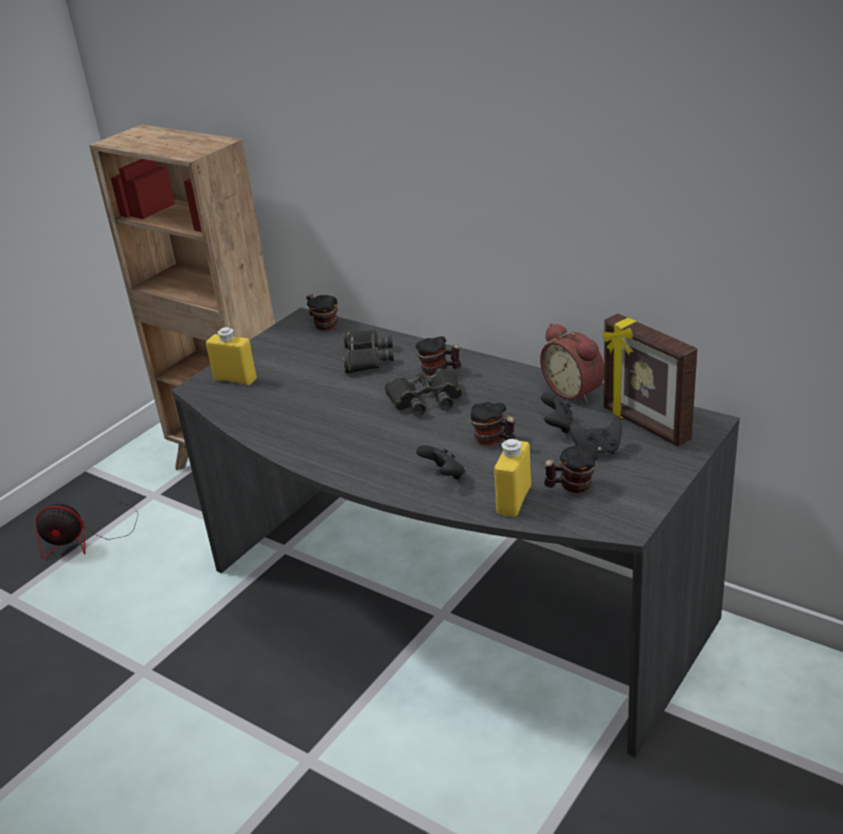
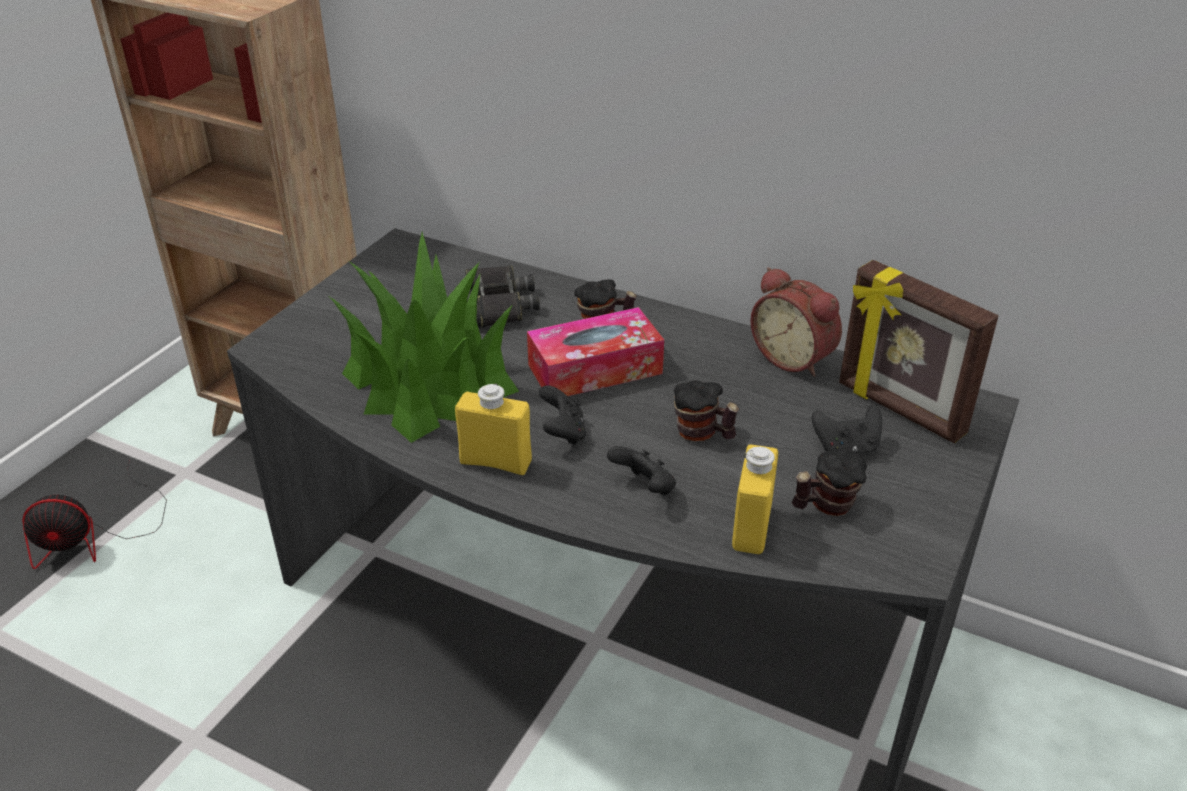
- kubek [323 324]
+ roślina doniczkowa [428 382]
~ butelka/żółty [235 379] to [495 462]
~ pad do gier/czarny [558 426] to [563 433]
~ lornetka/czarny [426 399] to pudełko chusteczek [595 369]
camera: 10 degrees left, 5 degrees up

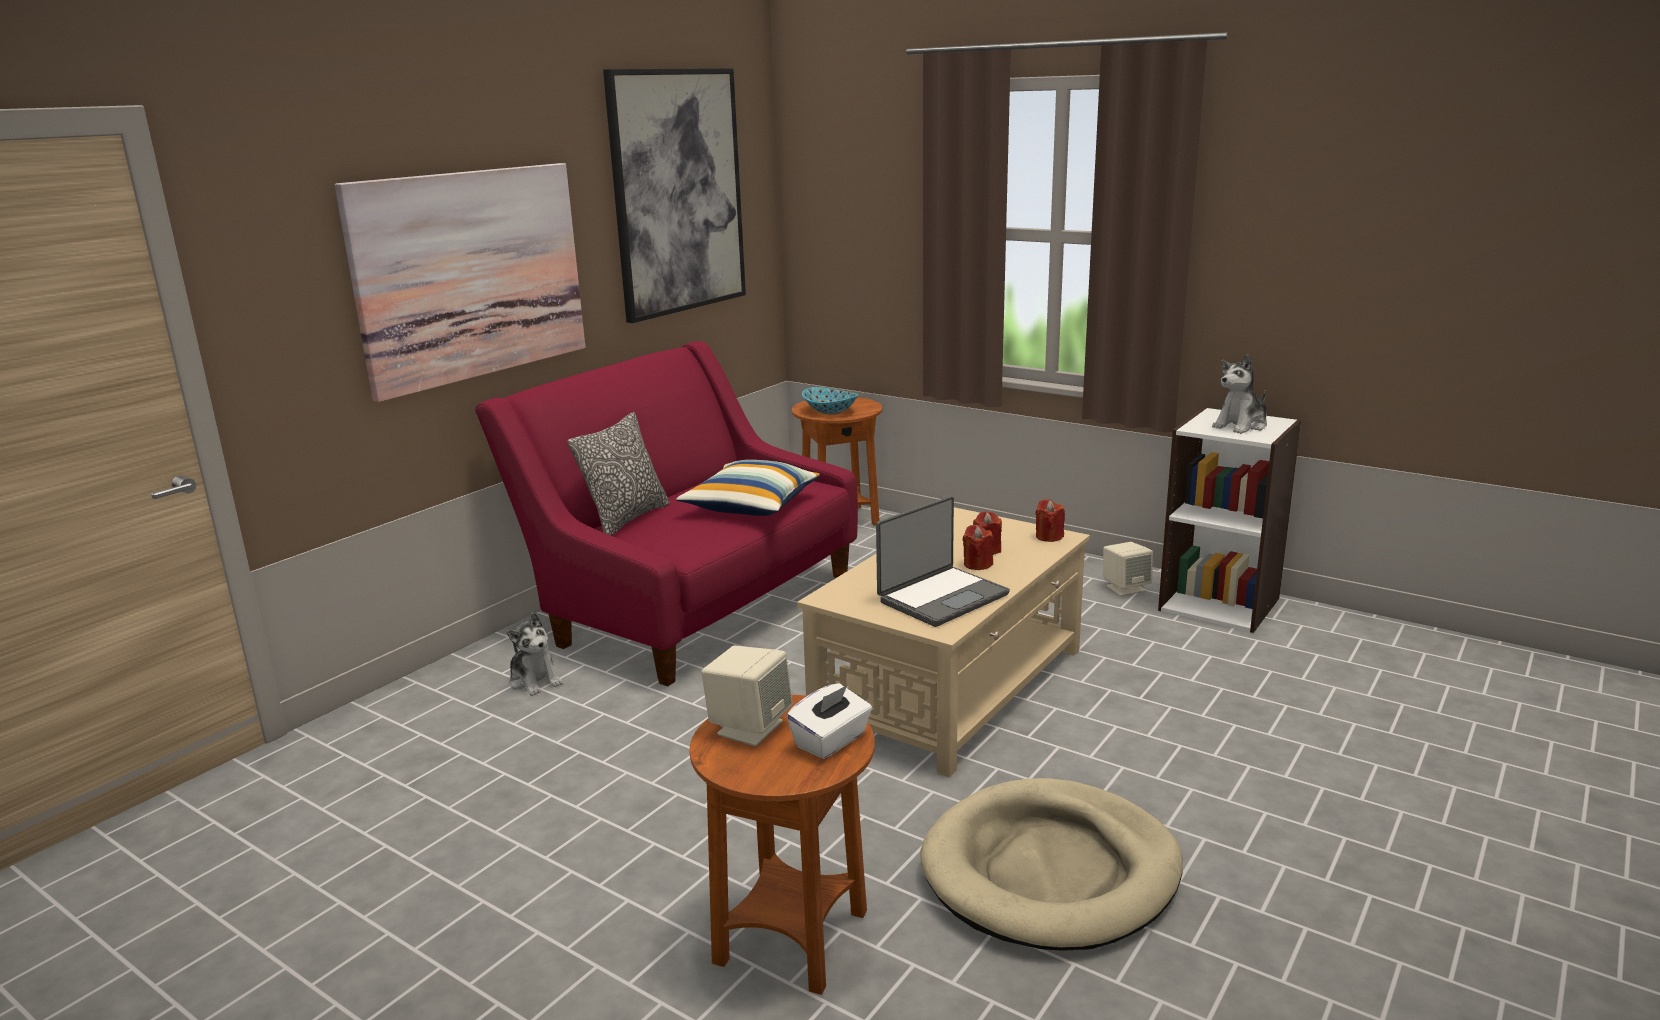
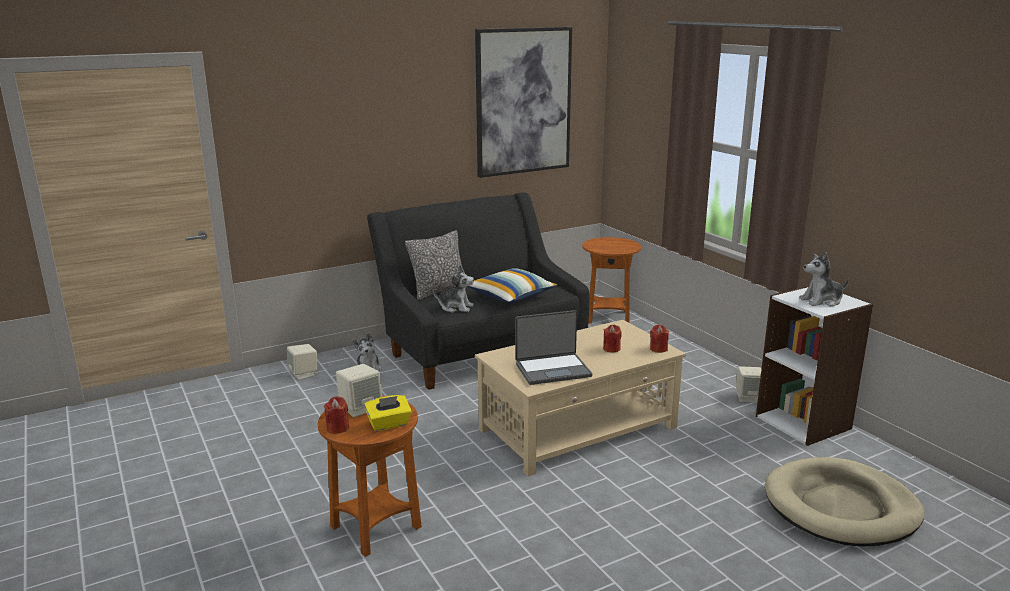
- obraz [471 275]
- miska [830 411]
+ głośnik/beżowy [303 374]
+ pluszak [456 307]
~ legowisko/beżowy [1051 871] to [841 507]
~ świeca/czerwony [977 564] to [337 428]
~ kanapa/czerwony [694 604] to kanapa/czarny [481 349]
~ pudełko chusteczek/biały [831 741] to pudełko chusteczek/żółty [389 424]
camera: 25 degrees right, 0 degrees up

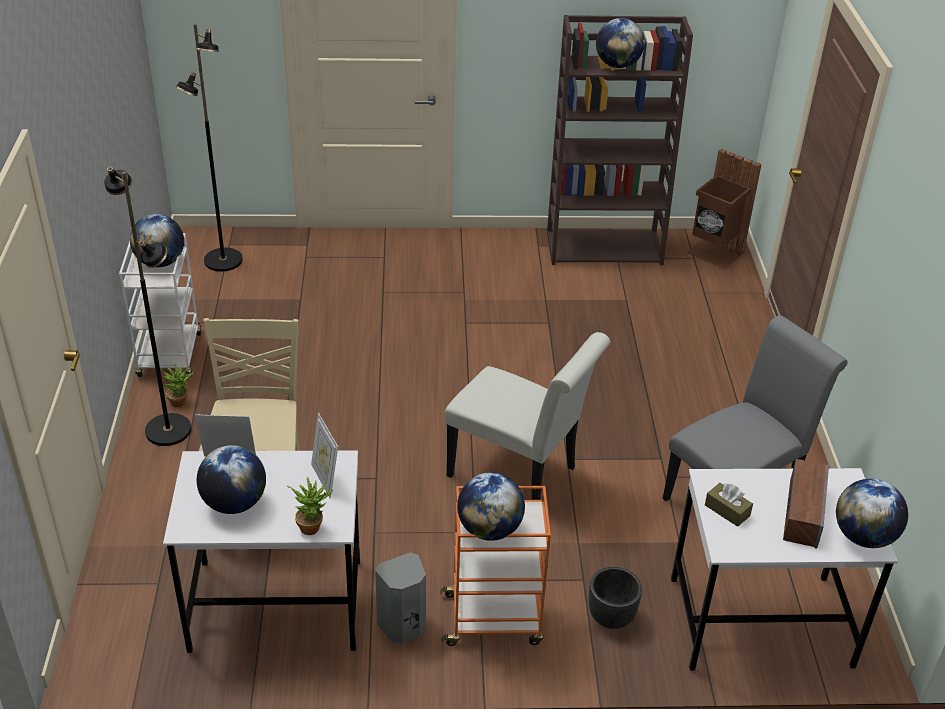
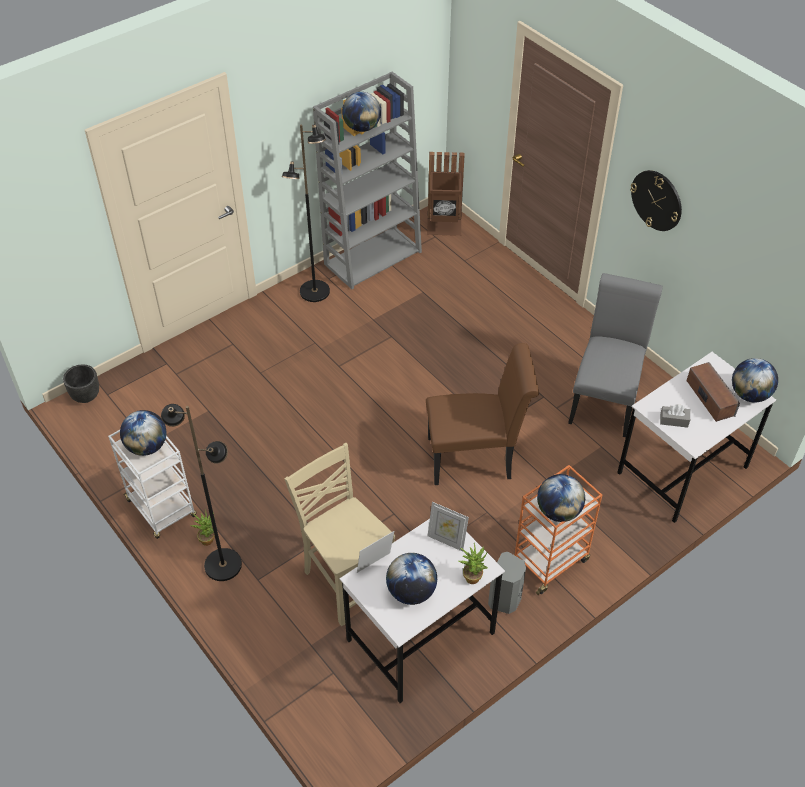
+ zegar ścienny [656 200]
~ lampa stojąca/czarny [222 261] to [315 292]
~ donica/czarny [610 617] to [85 396]
~ krzesło/biały [519 475] to krzesło/brązowy [476 458]
~ regał/brązowy [605 247] to regał/szary [373 257]
~ pudełko chusteczek/brązowy [727 510] to pudełko chusteczek/szary [674 420]
camera: 35 degrees left, 10 degrees up

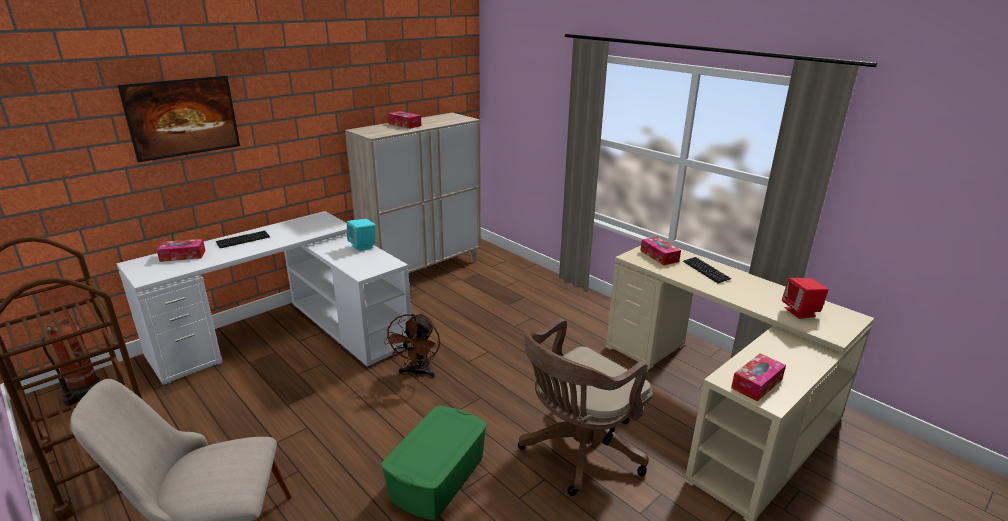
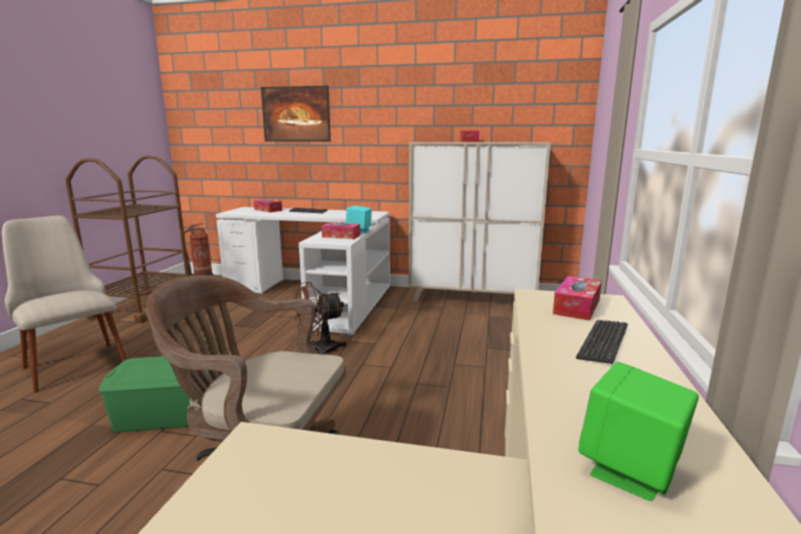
~ pudełko chusteczek [756 383] to [341 236]
~ głośnik/czerwony [800 312] to głośnik/zielony [630 472]
camera: 55 degrees right, 10 degrees down

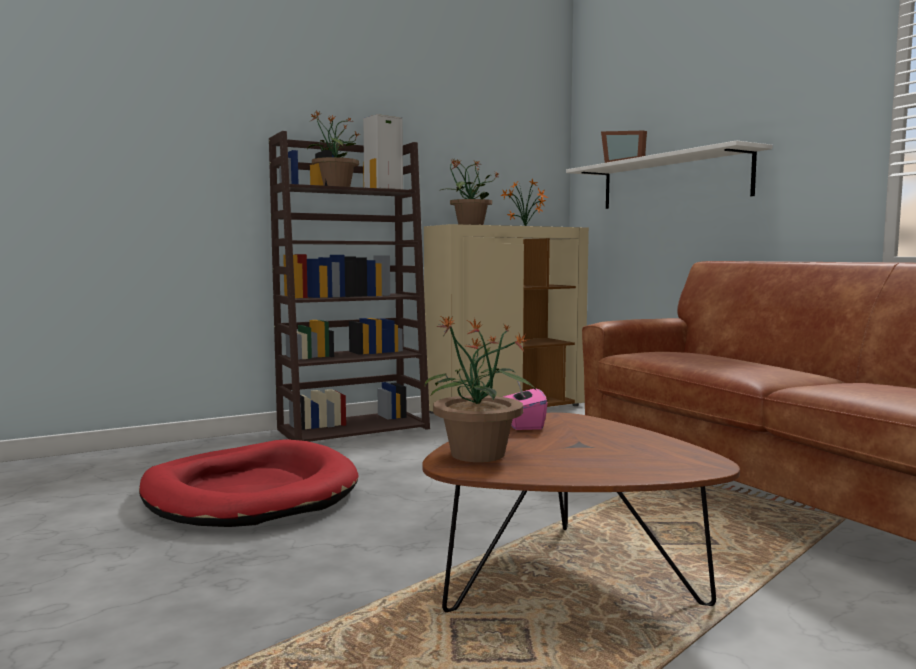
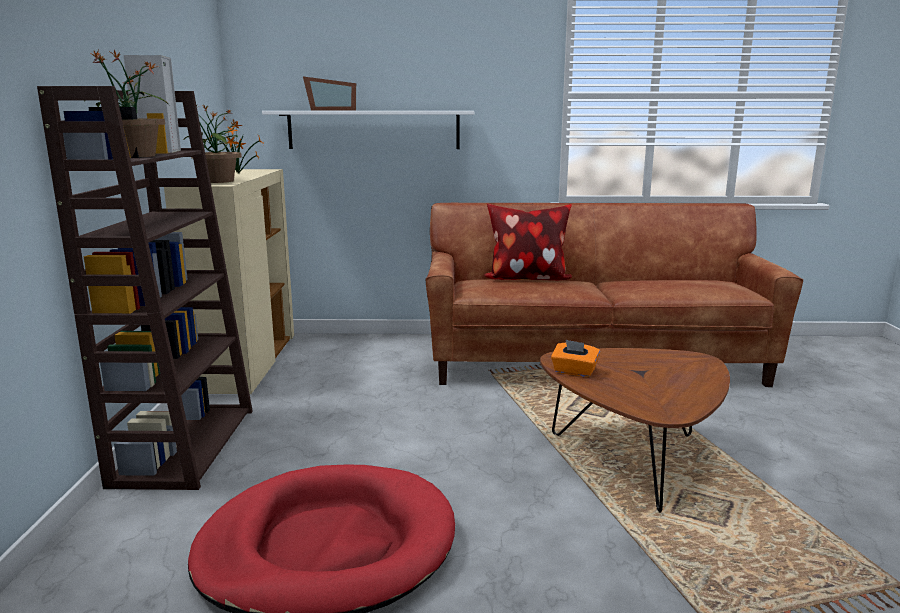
- roślina doniczkowa [478 455]
+ poduszka [526 279]
~ pudełko chusteczek/różowy [523 425] to pudełko chusteczek/pomarańczowy [574 372]
camera: 60 degrees left, 10 degrees up

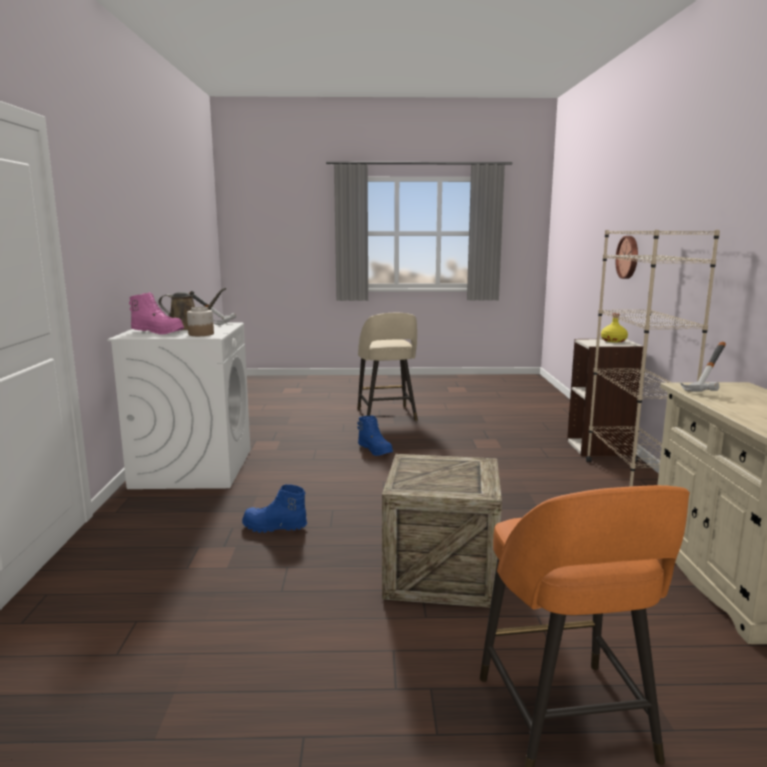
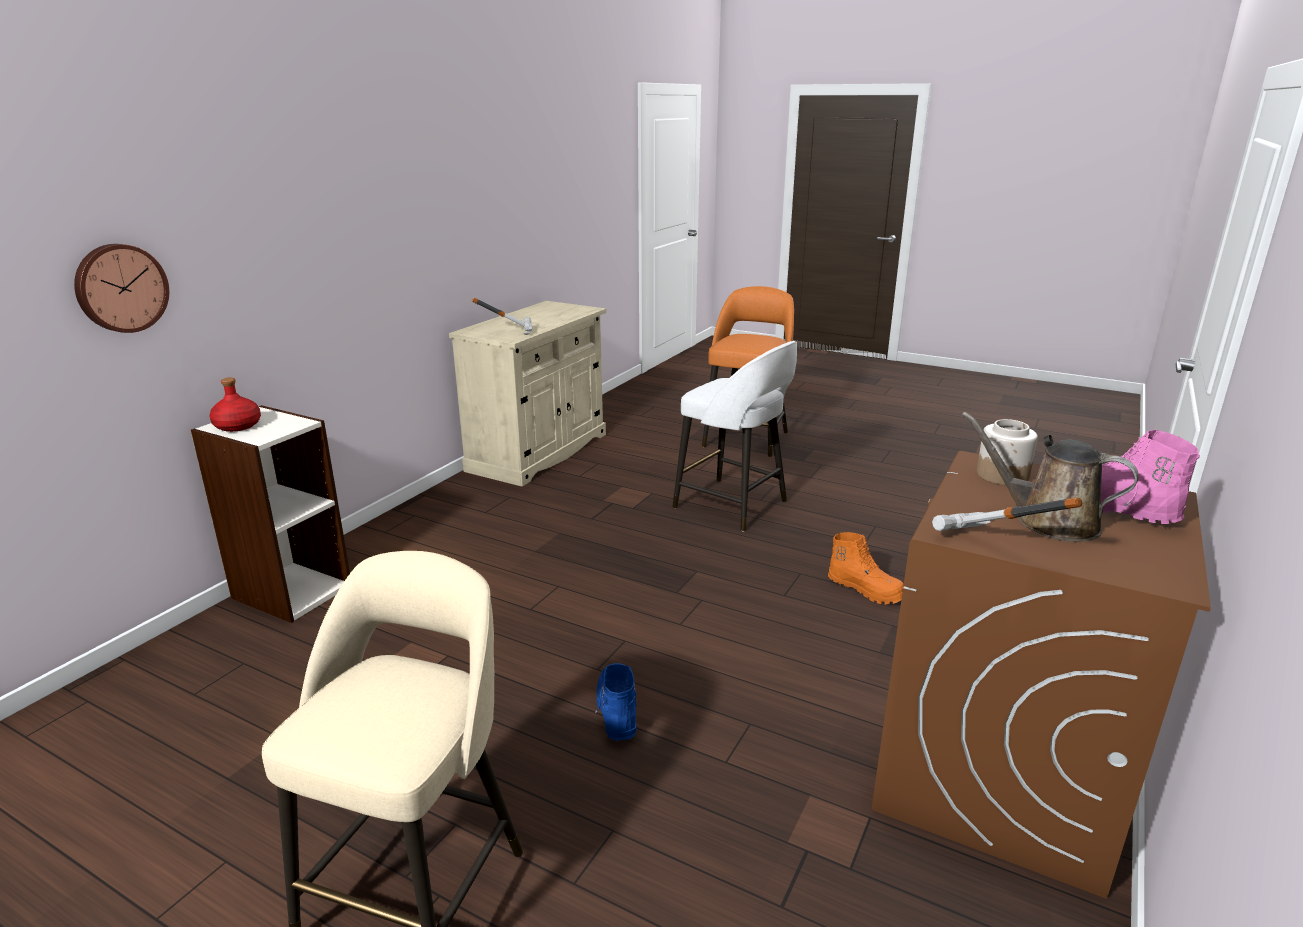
- regał/beżowy [632 481]
~ skrzynka [441 573] to stołek/biały [733 505]
~ pralka/biały [193 468] to pralka/brązowy [1000 776]
~ but z cholewką/niebieski [274 527] to but z cholewką/pomarańczowy [866 590]
~ butelka/żółty [613 341] to butelka/czerwony [238 426]
camera: 150 degrees left, 10 degrees up

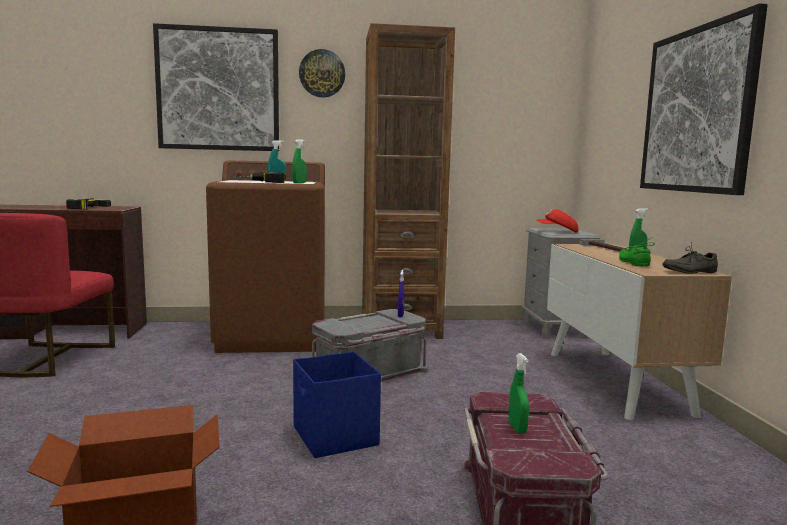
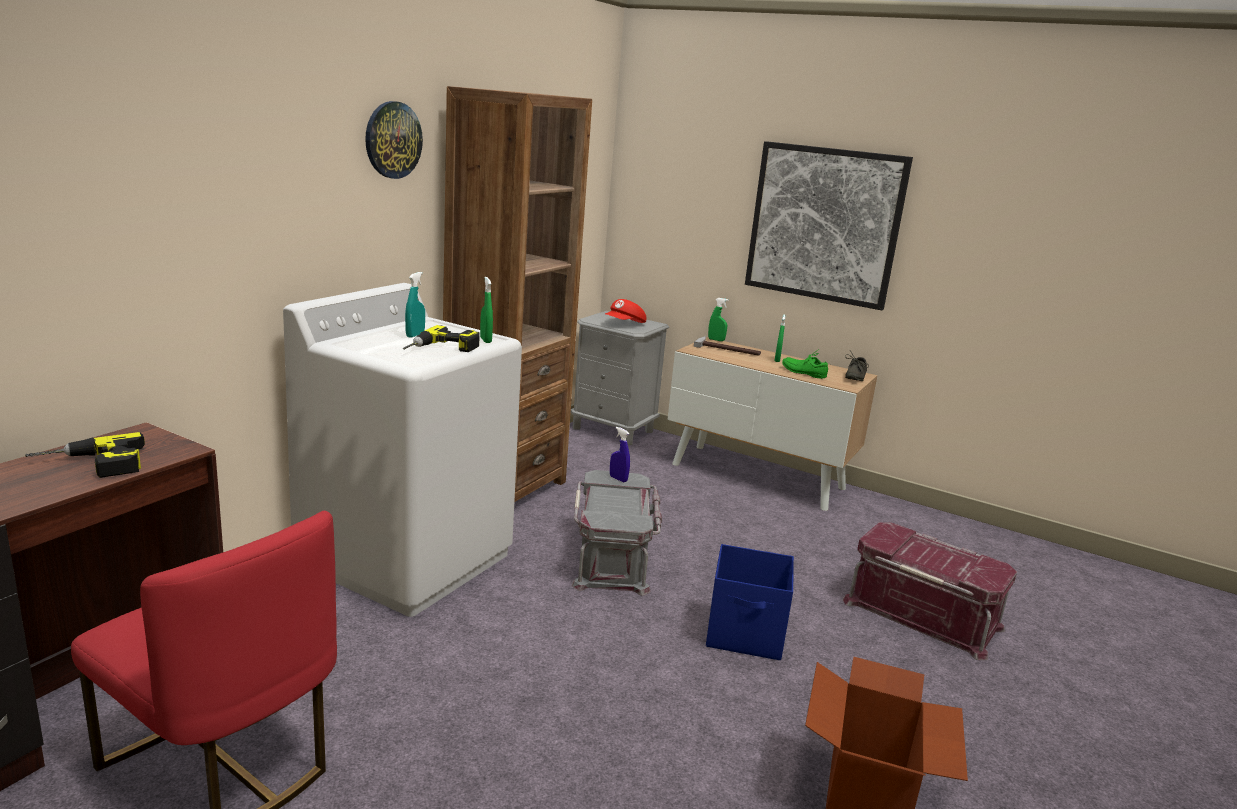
- obraz [218 89]
~ spryskiwacz/zielony [517 428] to [716 340]
~ pralka/brązowy [273 336] to pralka/biały [407 559]
camera: 55 degrees left, 10 degrees up

